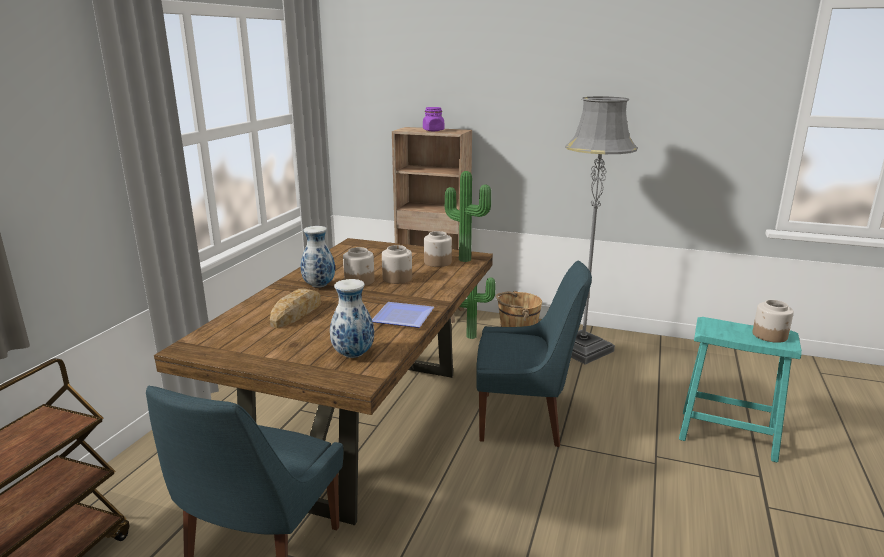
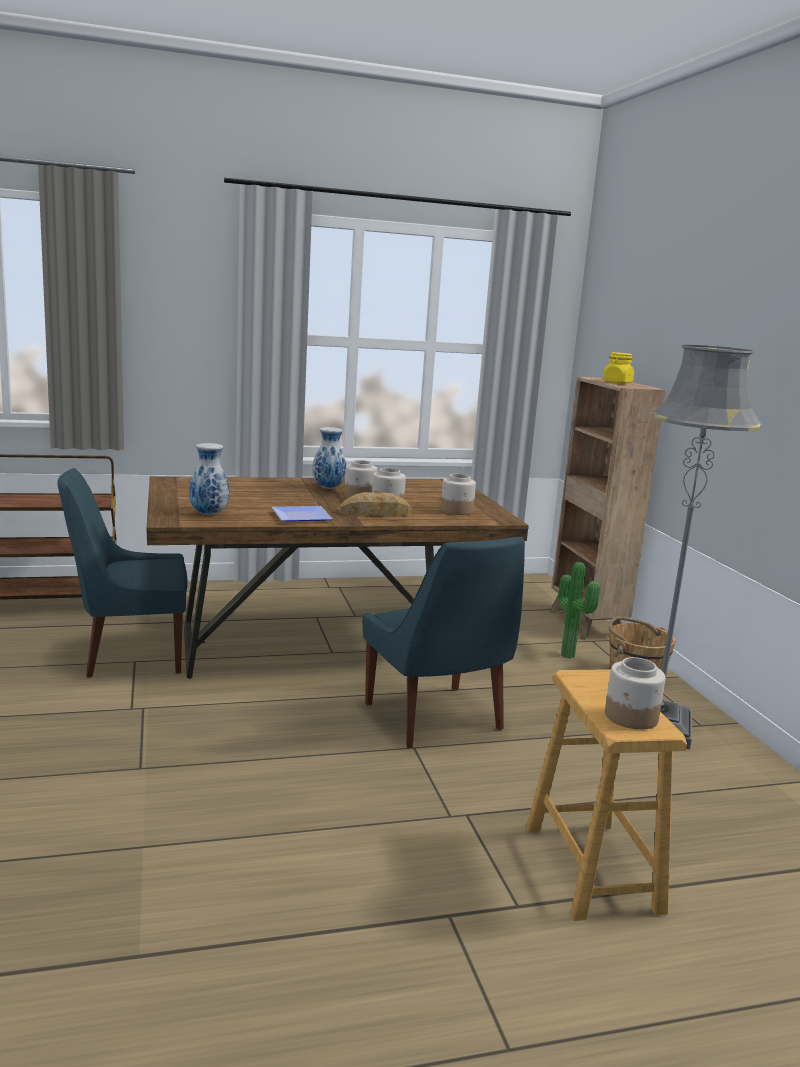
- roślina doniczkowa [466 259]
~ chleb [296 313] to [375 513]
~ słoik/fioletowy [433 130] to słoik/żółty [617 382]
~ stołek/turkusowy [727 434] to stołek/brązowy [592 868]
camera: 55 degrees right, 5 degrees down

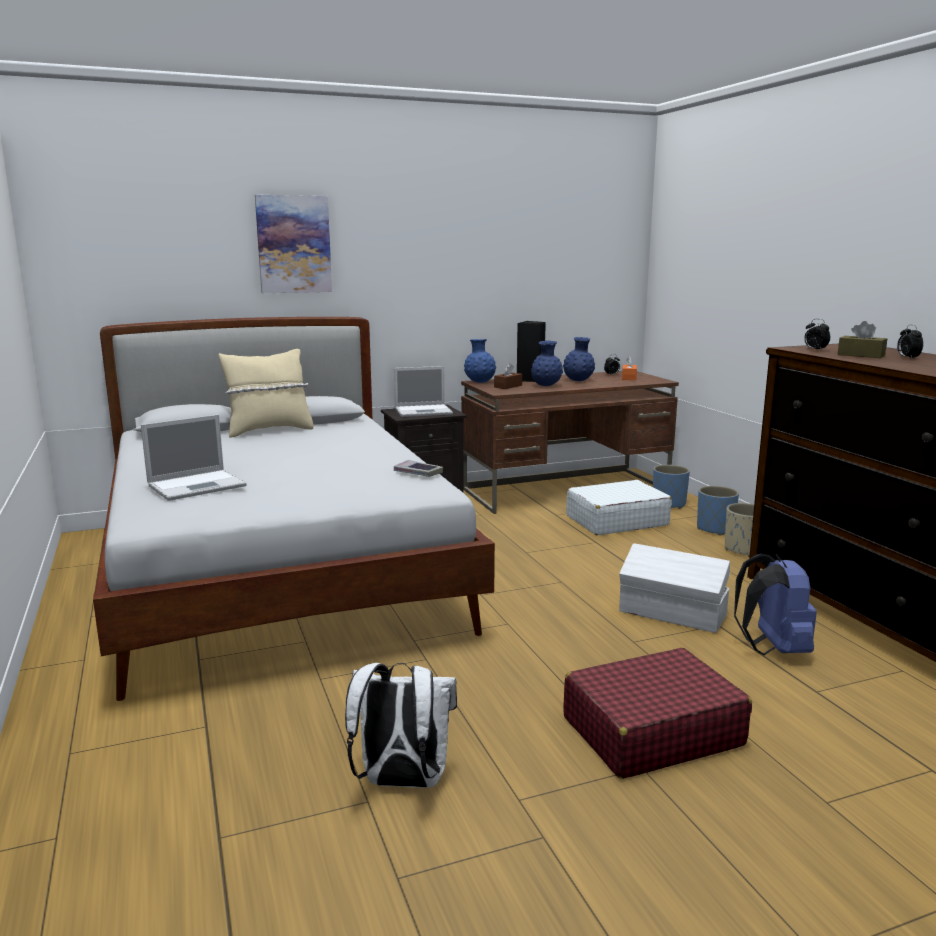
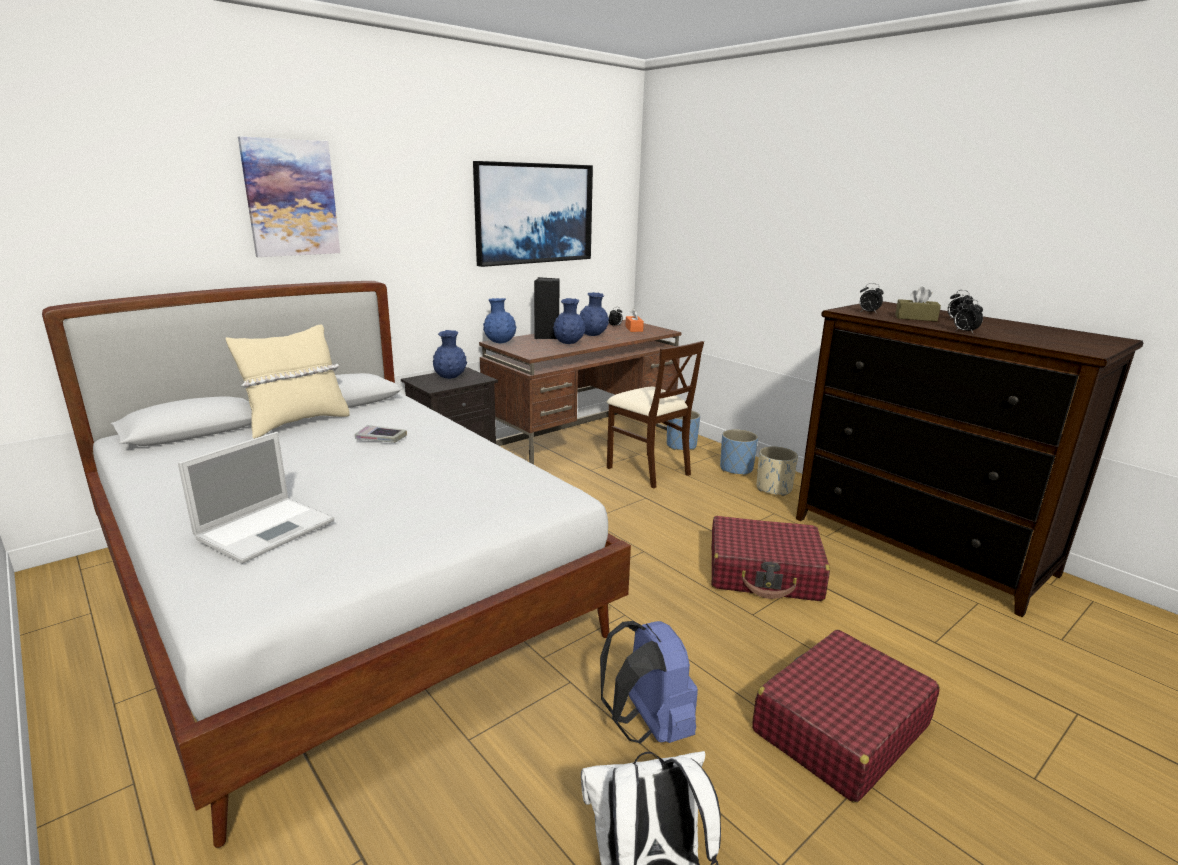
- pudełko chusteczek/brązowy [508 386]
+ obraz [534 213]
+ budzik [964 332]
~ książka [418 473] to [381 438]
~ plecak/niebieski [772 649] to [648 727]
~ laptop [424 411] to wazon/niebieski [450 378]
~ walizka/biały [616 521] to krzesło/beżowy [648 470]
~ pojemnik do przechowywania/biały [673 614] to walizka/czerwony [764 573]
camera: 20 degrees left, 5 degrees up

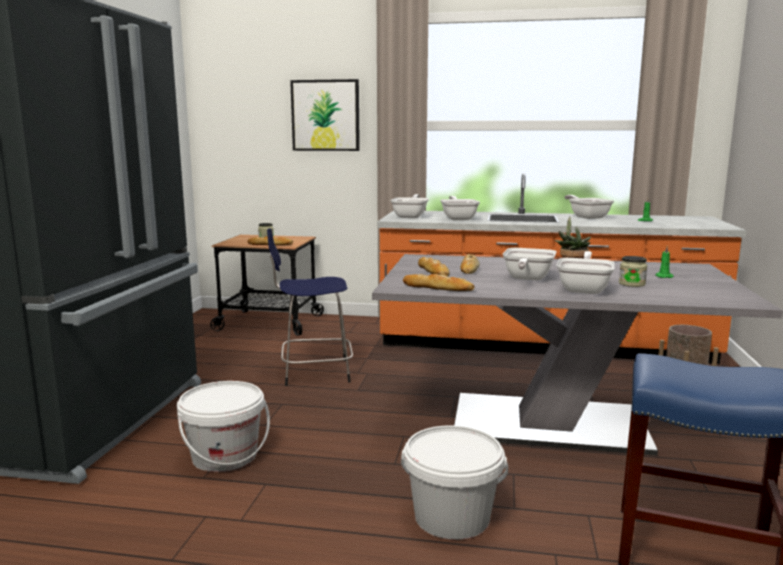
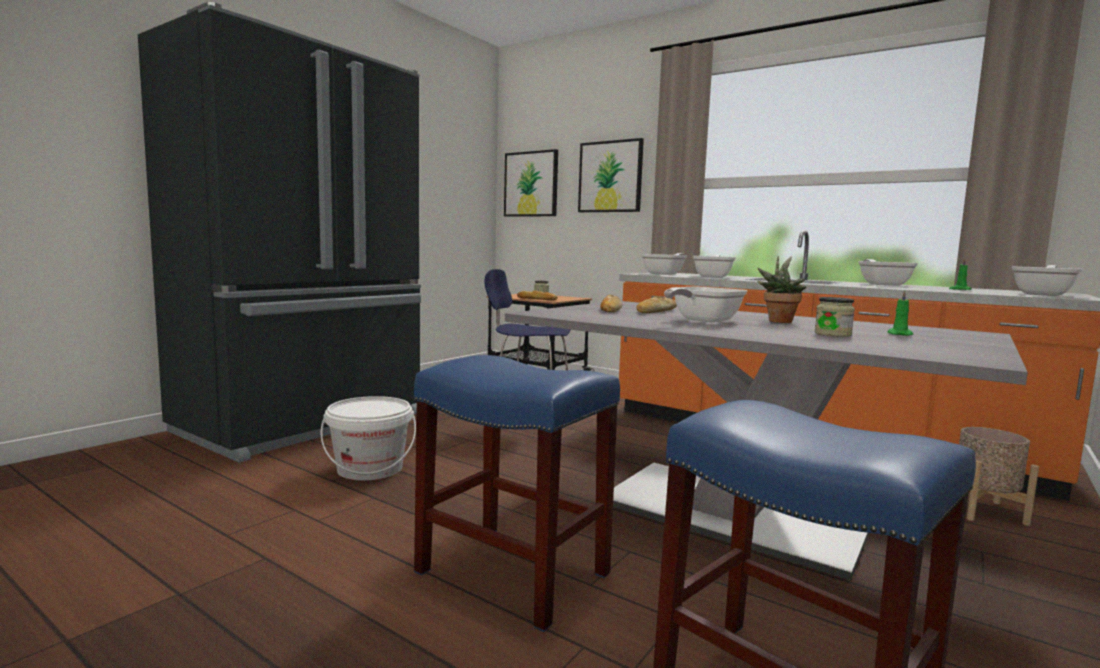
- chleb [437 288]
+ obraz [531 184]
~ patelnia [584 289] to [1044 294]
~ wiadro/biały [452 516] to stołek/niebieski [510 573]
camera: 25 degrees right, 5 degrees down

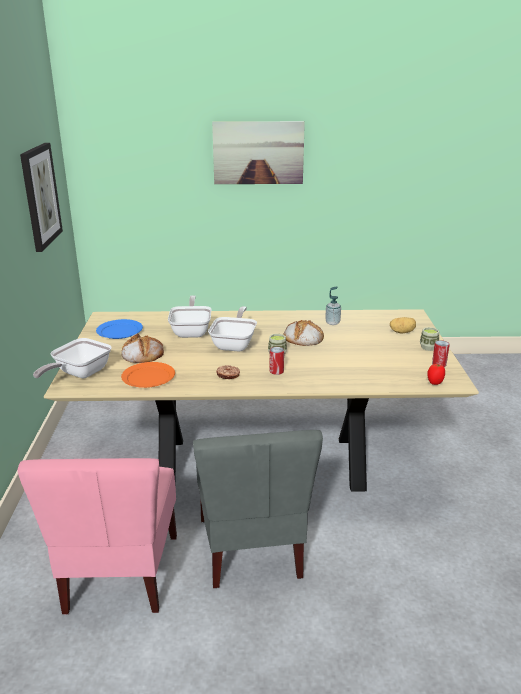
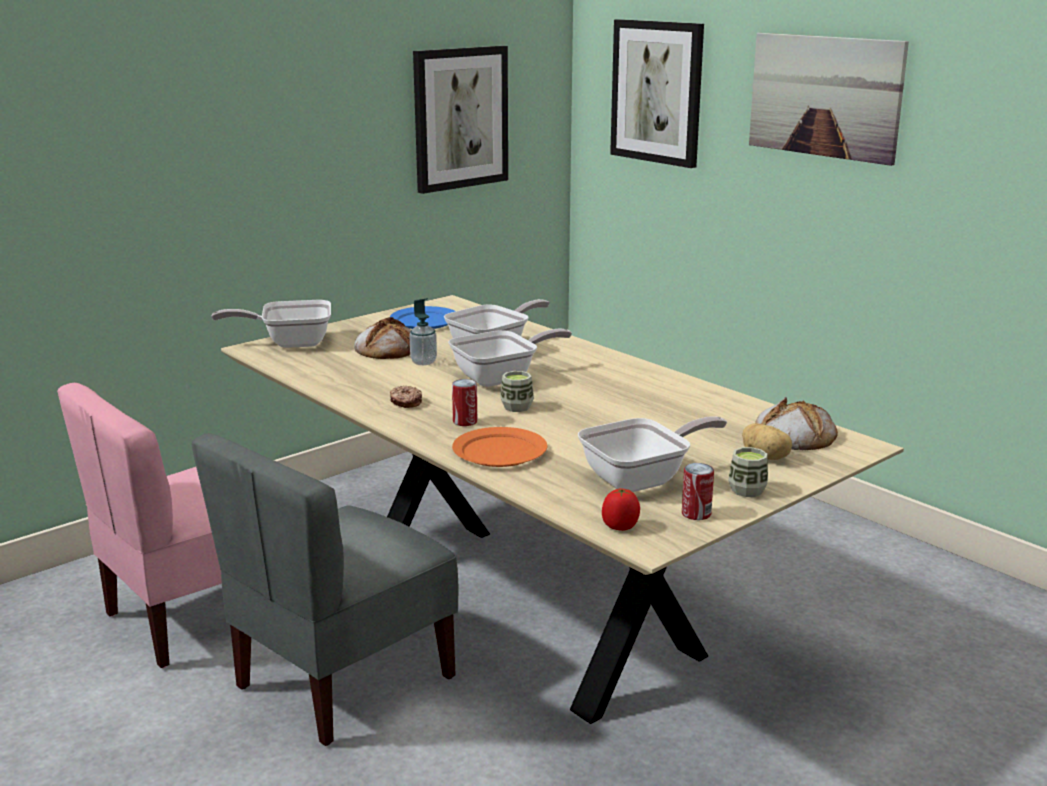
+ patelnia [643 479]
+ obraz [657 92]
~ talerz/pomarańczowy [149 377] to [500 452]
~ chleb [303 338] to [794 435]
~ dozownik mydła [332 323] to [423 362]
camera: 50 degrees right, 5 degrees down

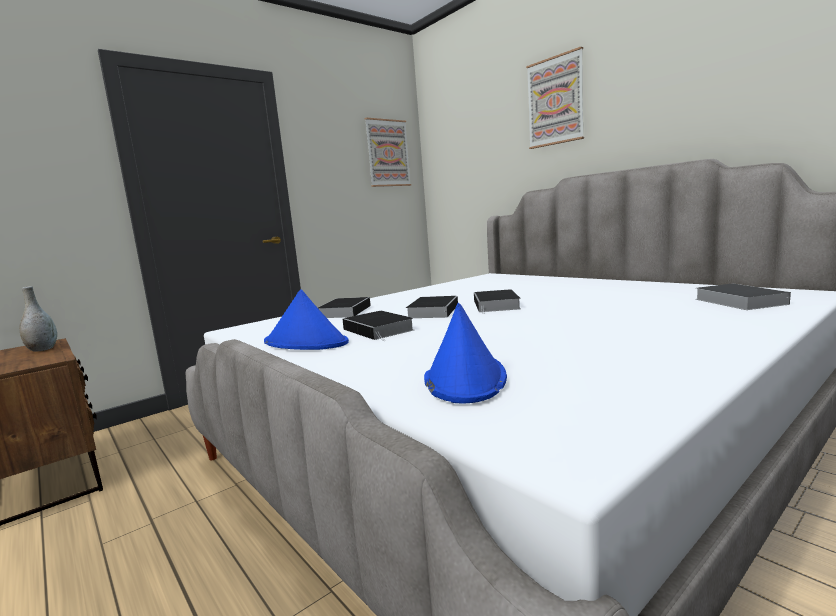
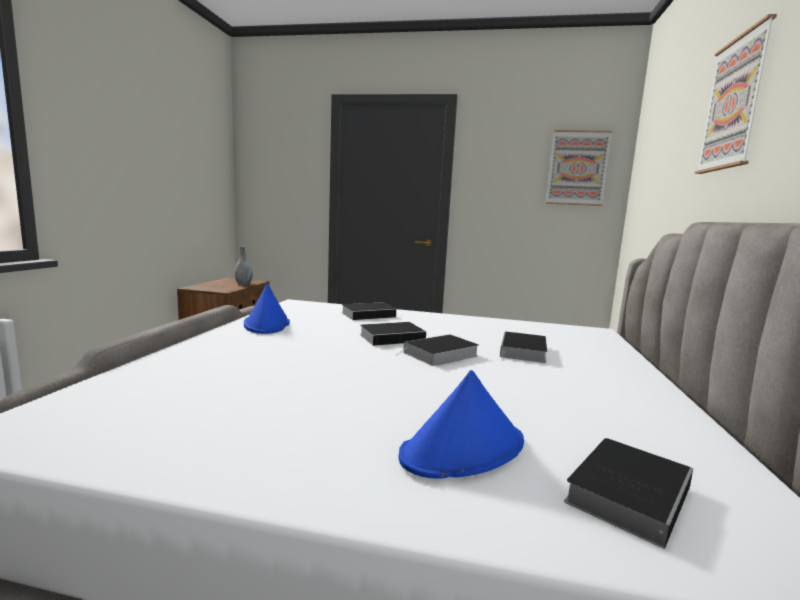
~ książka [380 330] to [523 352]
~ kapelusz/niebieski [464 378] to [464 449]
camera: 50 degrees right, 0 degrees up

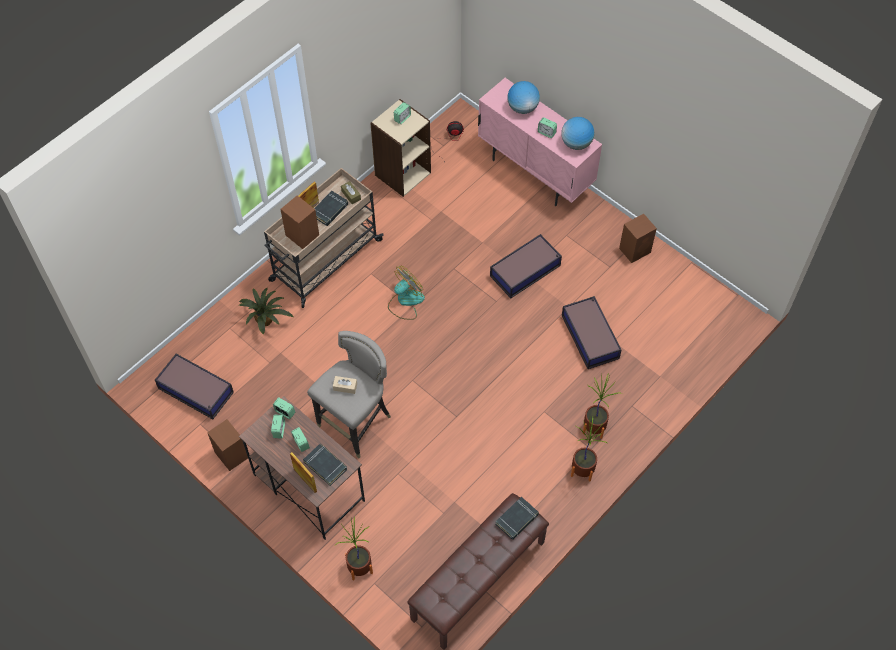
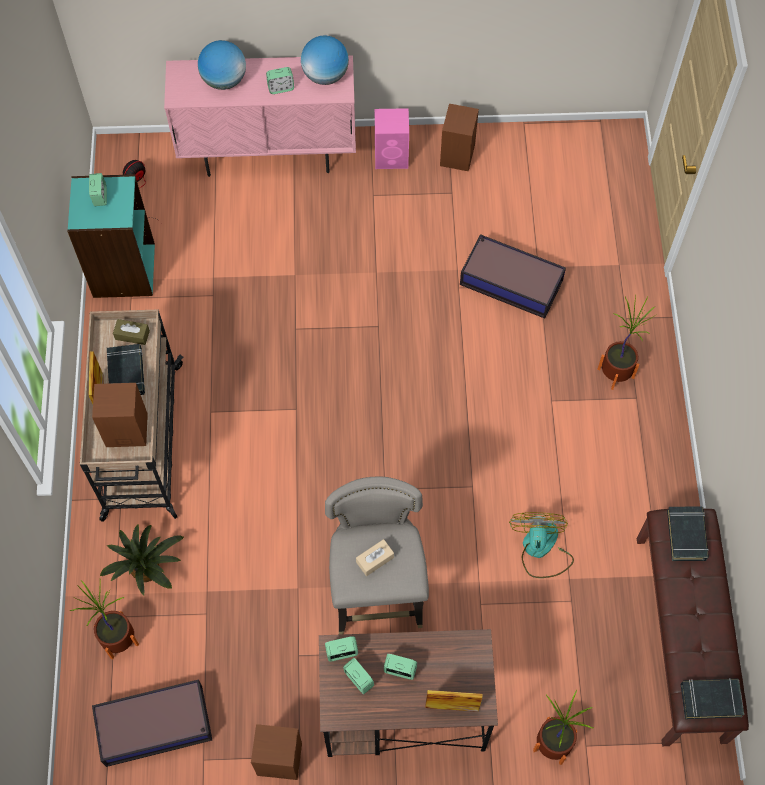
- pojemnik do przechowywania [526 270]
+ głośnik/różowy [392 156]
~ książka/czarny [325 465] to [710 699]
~ wentylator [405 301] to [540 549]
~ roślina doniczkowa [582 470] to [119 639]
~ regał/beżowy [402 173] to regał/turkusowy [123 270]
camera: 45 degrees left, 5 degrees up

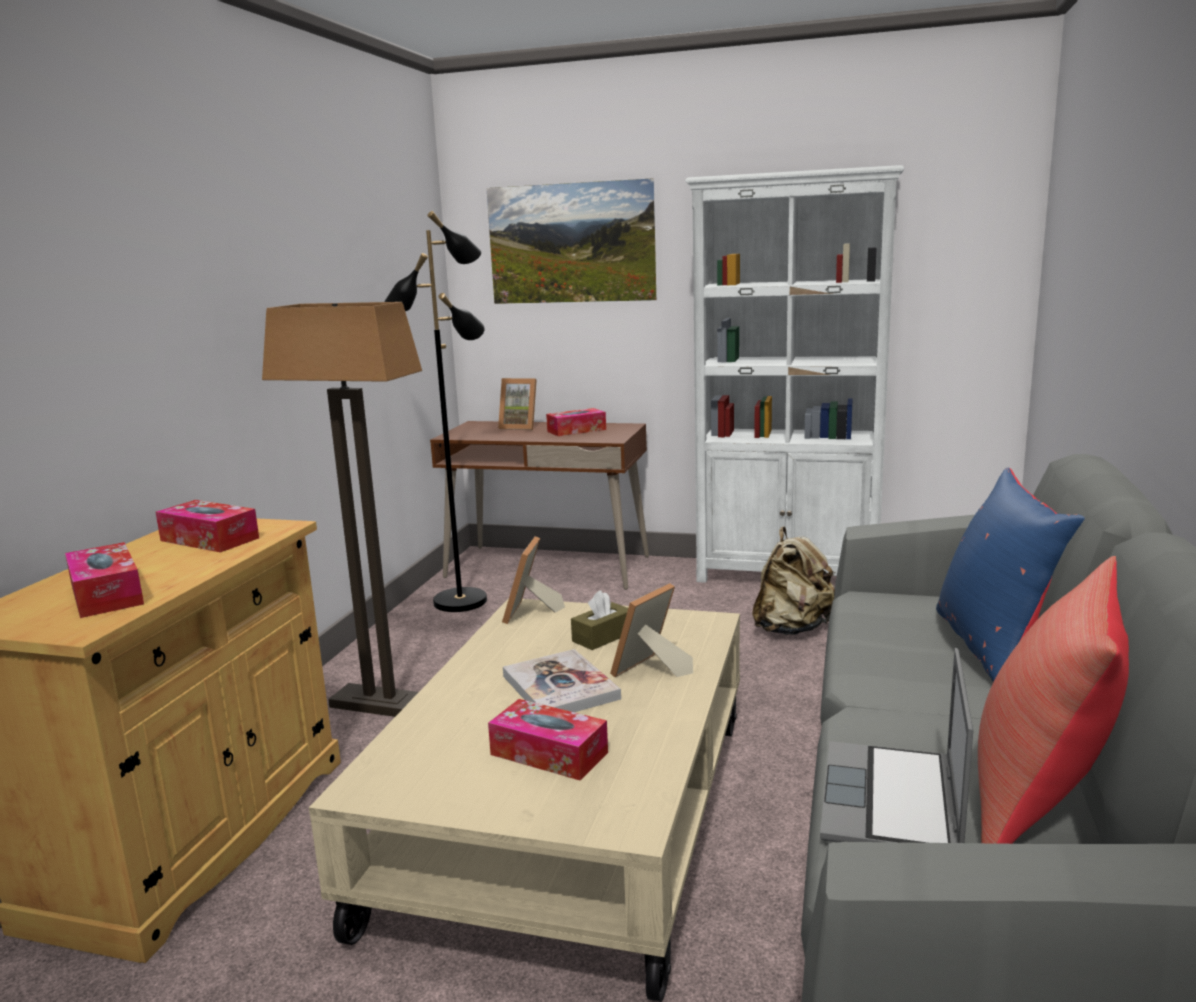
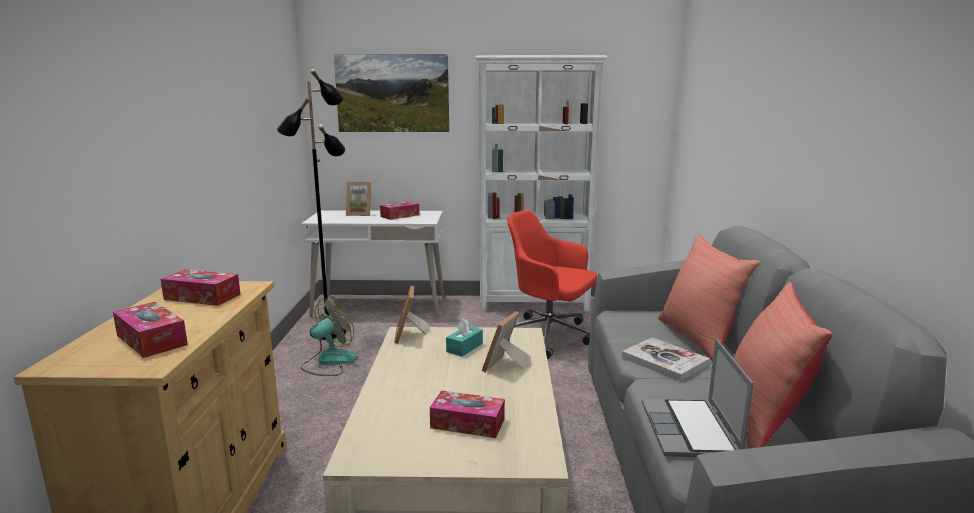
- lampa stojąca [379 705]
+ wentylator [329 362]
~ książka [560 687] to [664 361]
~ plecak/beżowy [792 629] to krzesło biurowe/czerwony [549 336]
~ biurko/brązowy [548 567] to biurko/biały [380 306]
~ pudełko chusteczek/brązowy [603 637] to pudełko chusteczek/turkusowy [464 348]
~ poduszka/niebieski [996 650] to poduszka/czerwony [700 339]
camera: 15 degrees left, 0 degrees up

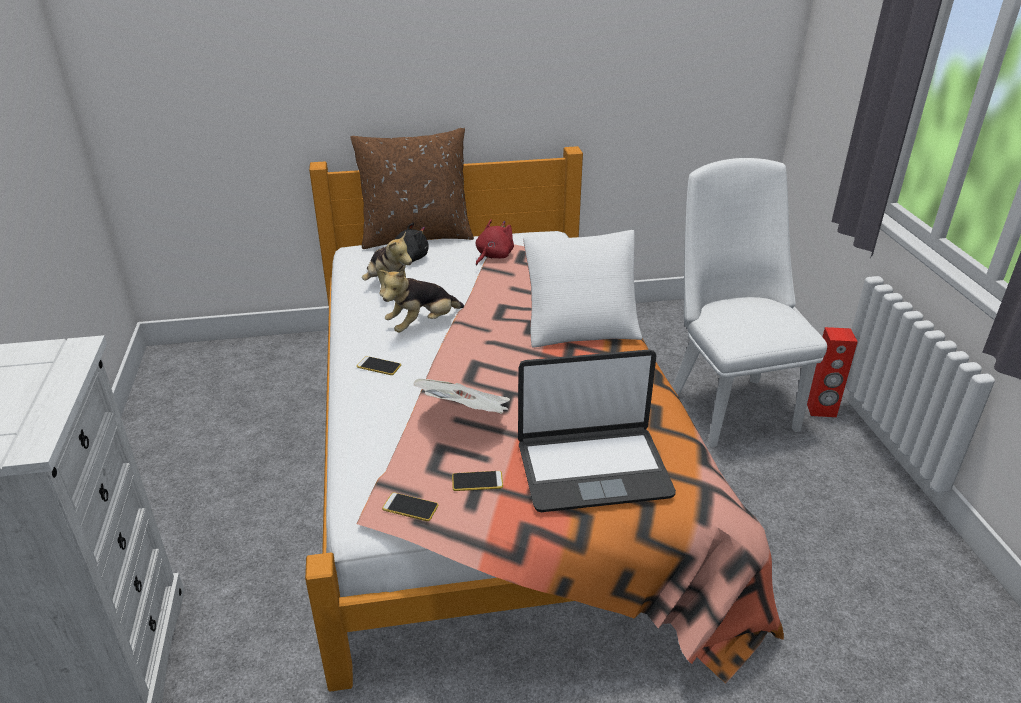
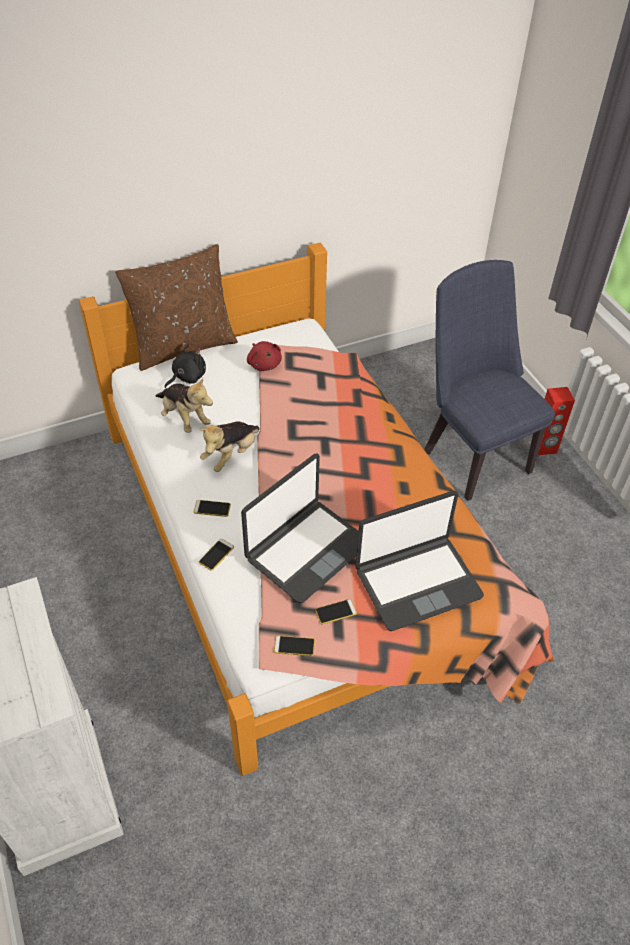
- poduszka/biały [581 327]
+ telefon [216 554]
~ gazeta [467 416] to laptop [306 550]
~ krzesło/biały [728 404] to krzesło/niebieski [471 455]
~ pluszak/czerwony [493 256] = [264 364] 135 degrees clockwise
camera: 15 degrees left, 15 degrees up

